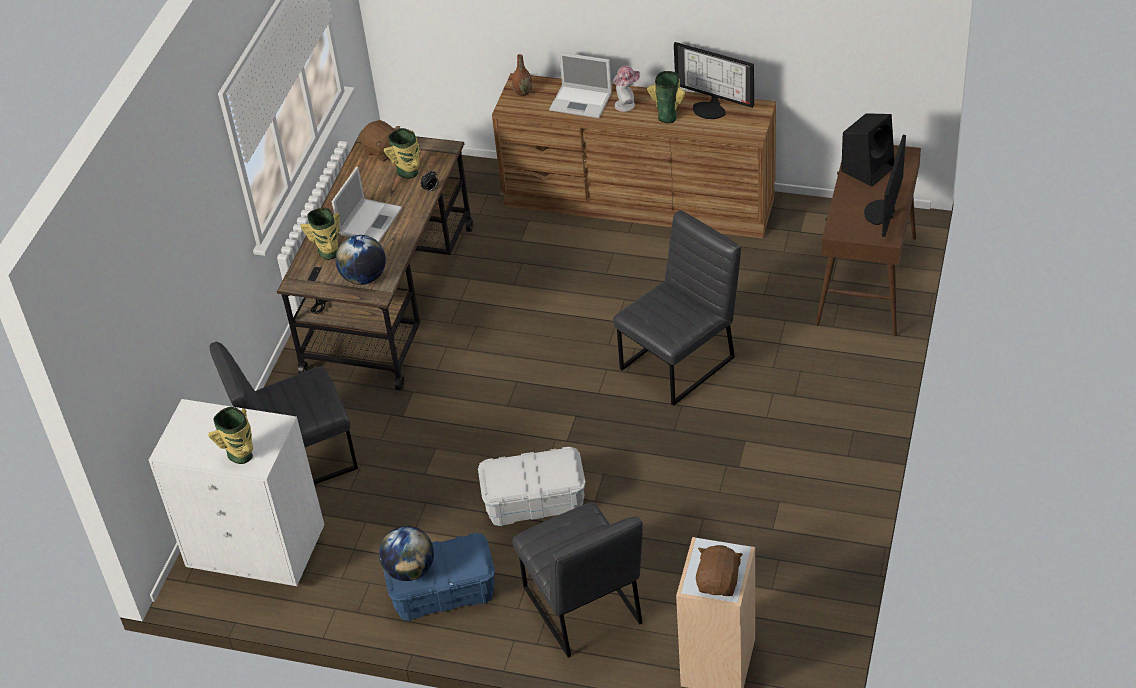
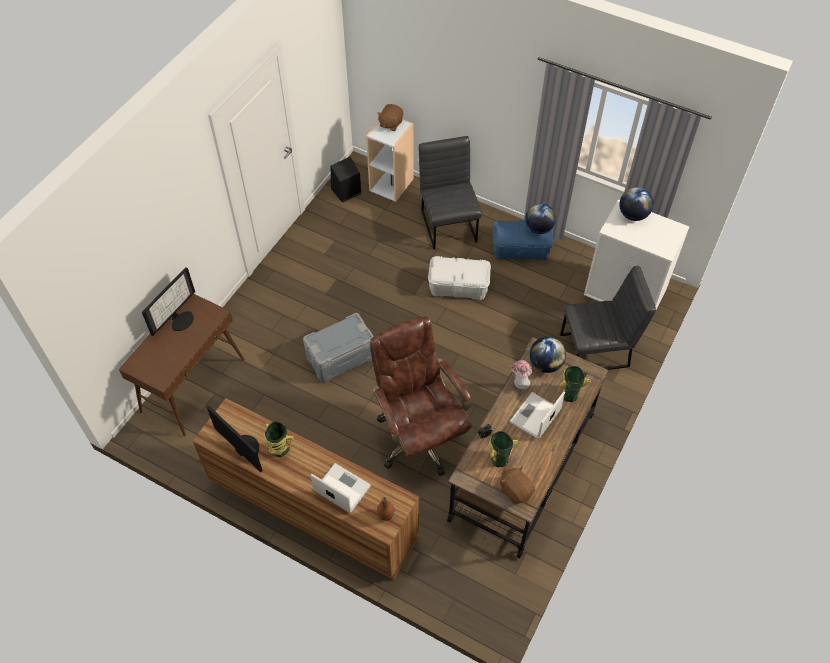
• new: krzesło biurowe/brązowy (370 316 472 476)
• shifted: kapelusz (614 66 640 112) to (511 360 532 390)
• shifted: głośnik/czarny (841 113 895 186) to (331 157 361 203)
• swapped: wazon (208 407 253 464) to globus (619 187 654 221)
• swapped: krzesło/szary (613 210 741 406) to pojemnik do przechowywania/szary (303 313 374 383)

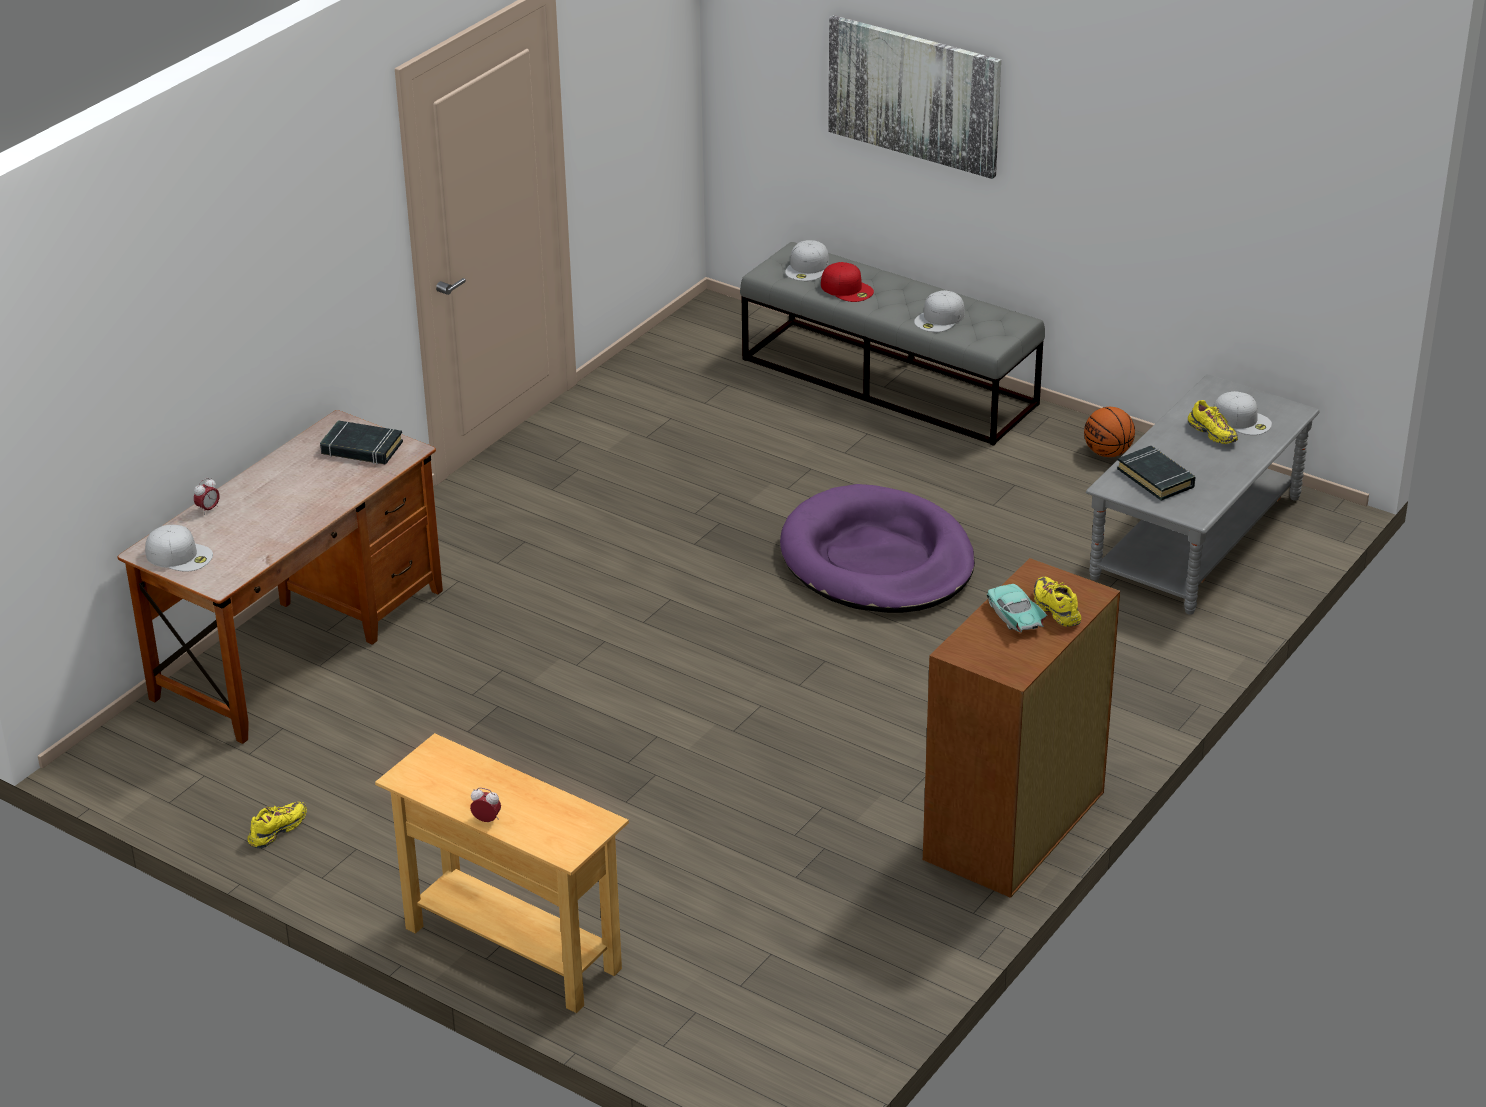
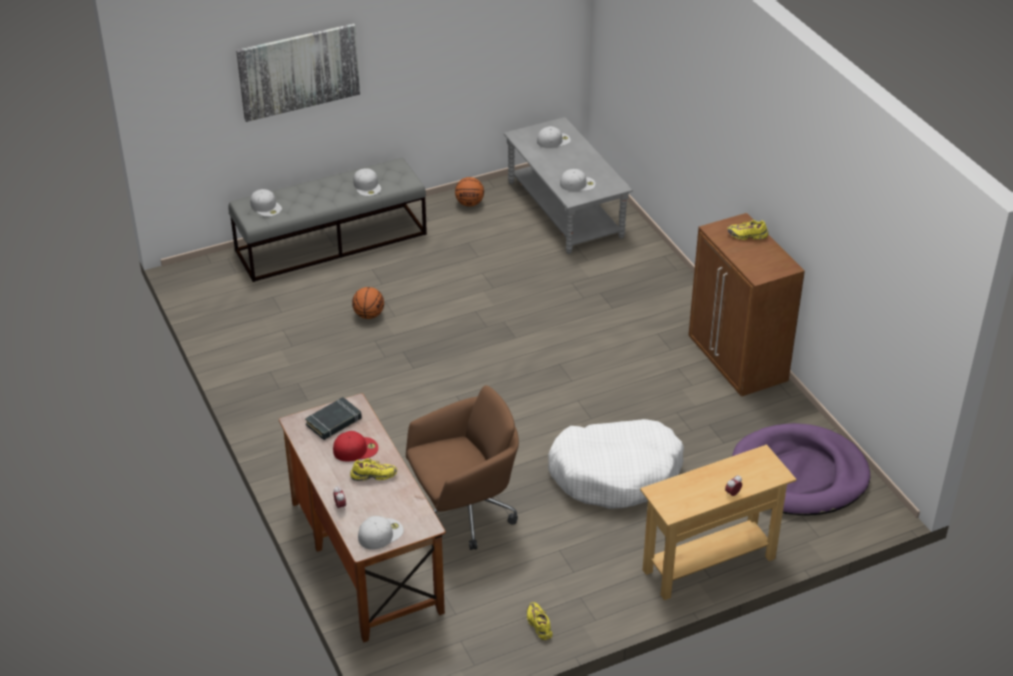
• gone: samochodzik/turkusowy (987 584 1048 632)
• new: piłka do koszykówki (352 287 384 319)
• new: krzesło biurowe/brązowy (406 385 519 550)
• new: legowisko/biały (548 419 684 509)
• shifted: legowisko/fioletowy (780 484 975 613) to (732 423 870 516)
• shifted: czapka z daszkiem/czerwony (821 262 874 302) to (333 431 378 462)
• shifted: but/żółty (1188 400 1238 444) to (350 458 397 481)
• swapped: książka/czarny (1117 446 1196 501) to czapka z daszkiem/biały (560 169 596 191)

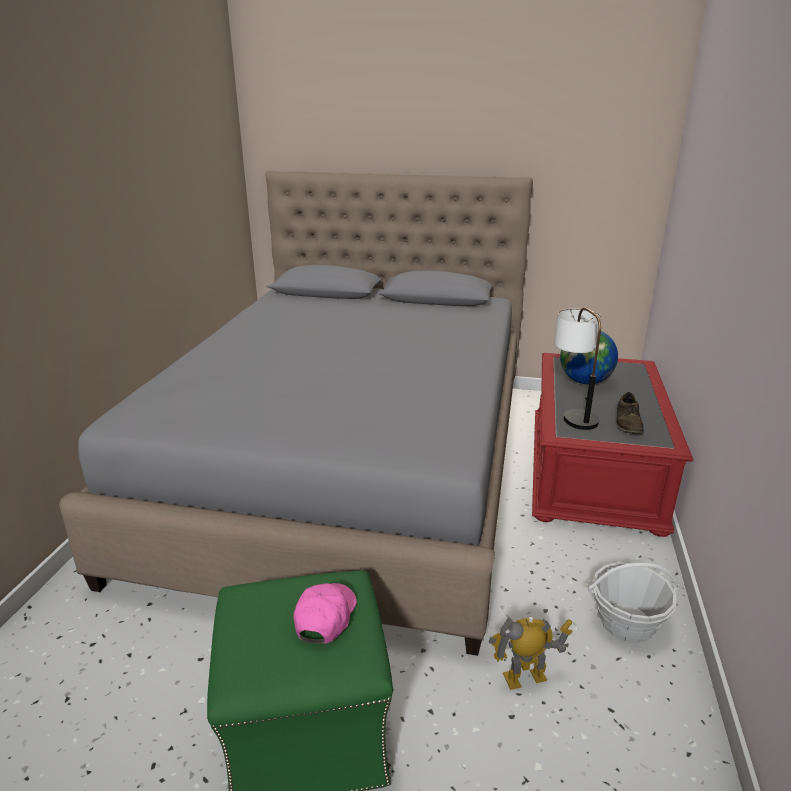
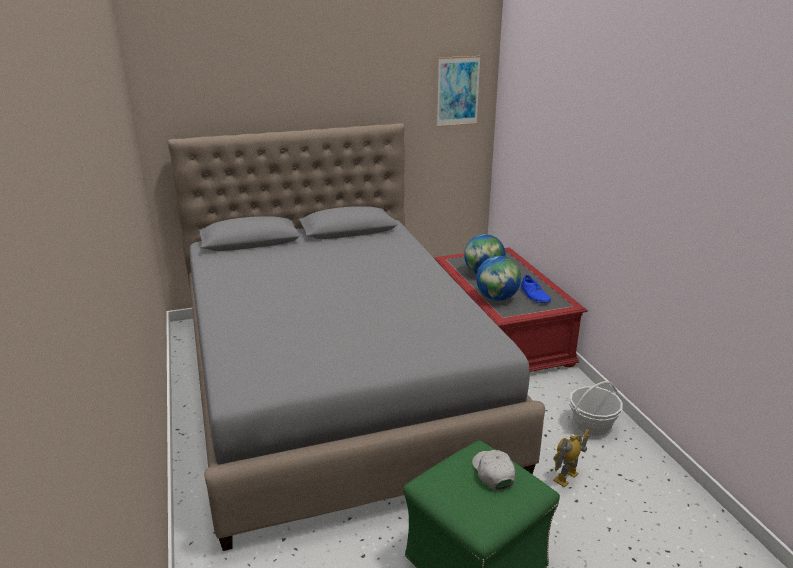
• new: obraz (437 56 481 127)
• swapped: lampa stołowa (554 307 602 430) to globus (476 256 521 301)
• repainted: czapka z daszkiem/różowy (293 583 357 644) to czapka z daszkiem/biały (472 450 515 490)
• repainted: but/brązowy (616 392 644 434) to but/niebieski (521 275 551 303)

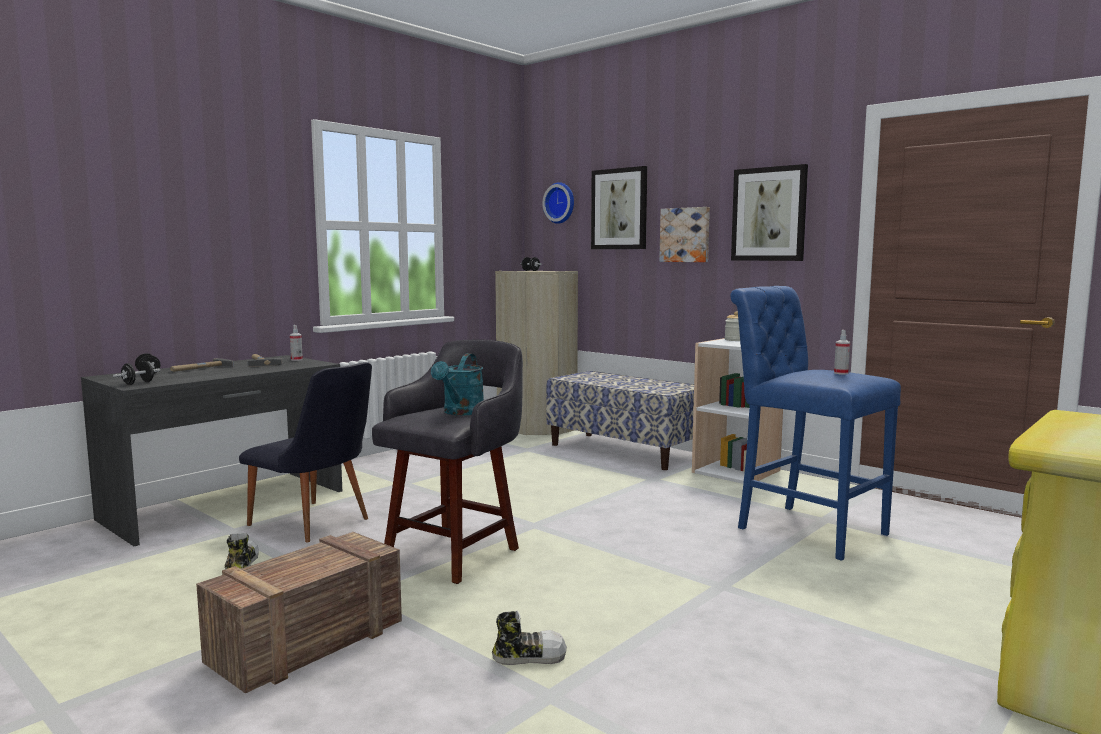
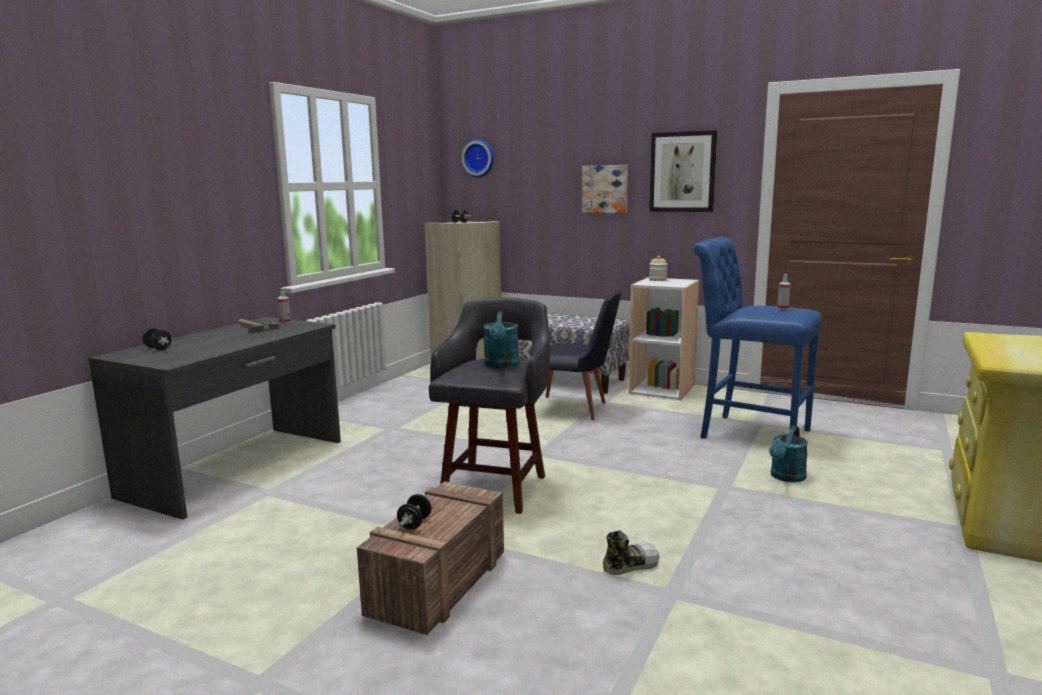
• gone: młotek (170 358 234 372)
• gone: but (225 533 259 569)
• gone: obraz (591 166 647 249)
• new: konewka/turkusowy (769 426 808 482)
• shifted: hantel/czarny (113 361 160 385) to (397 494 432 529)
• shifted: krzesło/czarny (239 362 372 543) to (534 289 622 420)

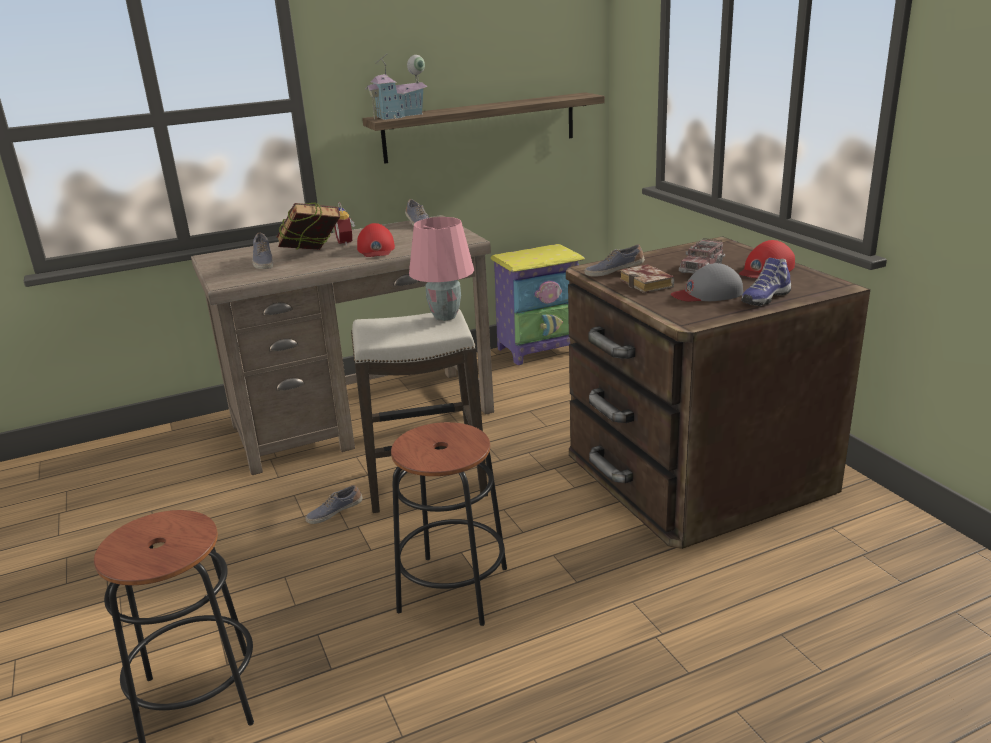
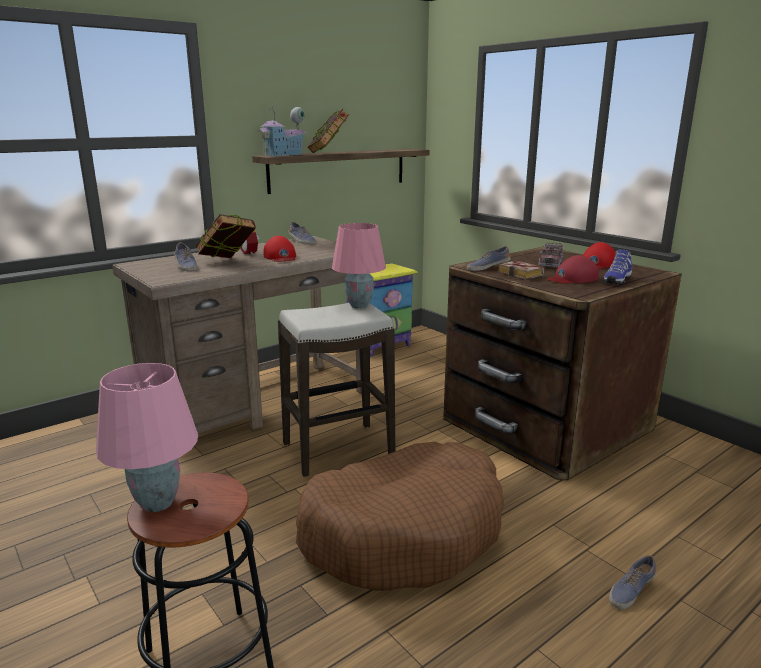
• new: lampa stołowa/różowy (96 363 198 512)
• new: książka (308 109 349 153)
• shifted: but (305 485 363 524) to (609 555 656 609)
• swapped: stołek/czarny (391 422 507 626) to legowisko/brązowy (296 442 504 591)
• repainted: czapka z daszkiem/szary (671 263 743 301) to czapka z daszkiem/czerwony (547 255 599 284)

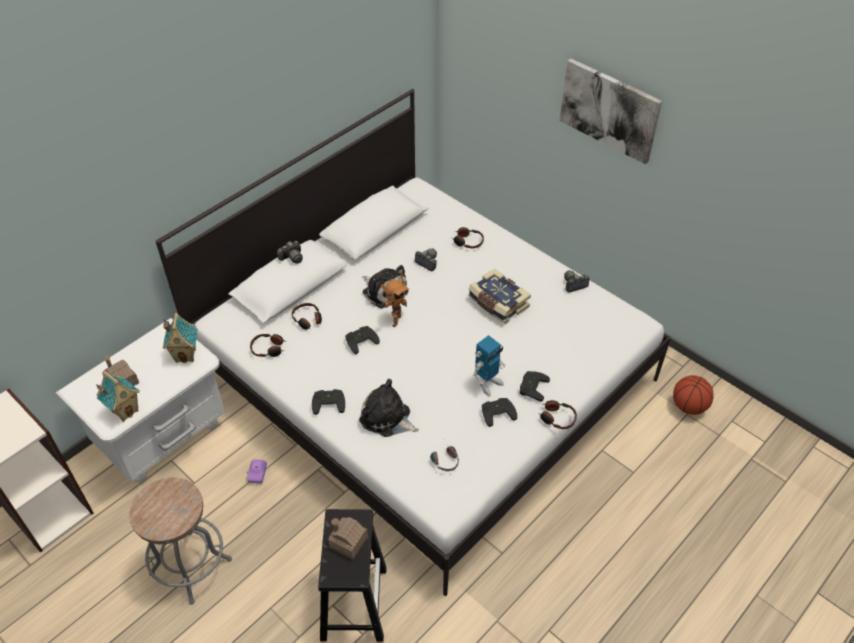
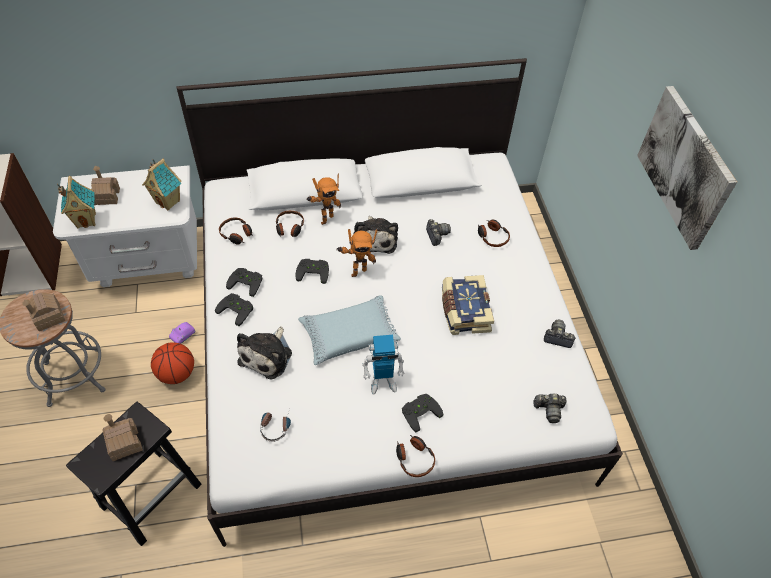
• new: domek (22 293 66 331)
• new: poduszka/niebieski (298 295 401 365)
• new: robot zabawkowy (306 174 341 225)
• shifted: aparat fotograficzny (277 241 303 264) to (533 394 567 423)
• shifted: pad do gier/czarny (482 398 517 427) to (226 268 262 297)
• shifted: piłka do koszykówki (673 375 714 415) to (151 342 194 384)
• rotated: pluszak (359 379 419 437) = (237 326 292 379) 135 degrees counterclockwise

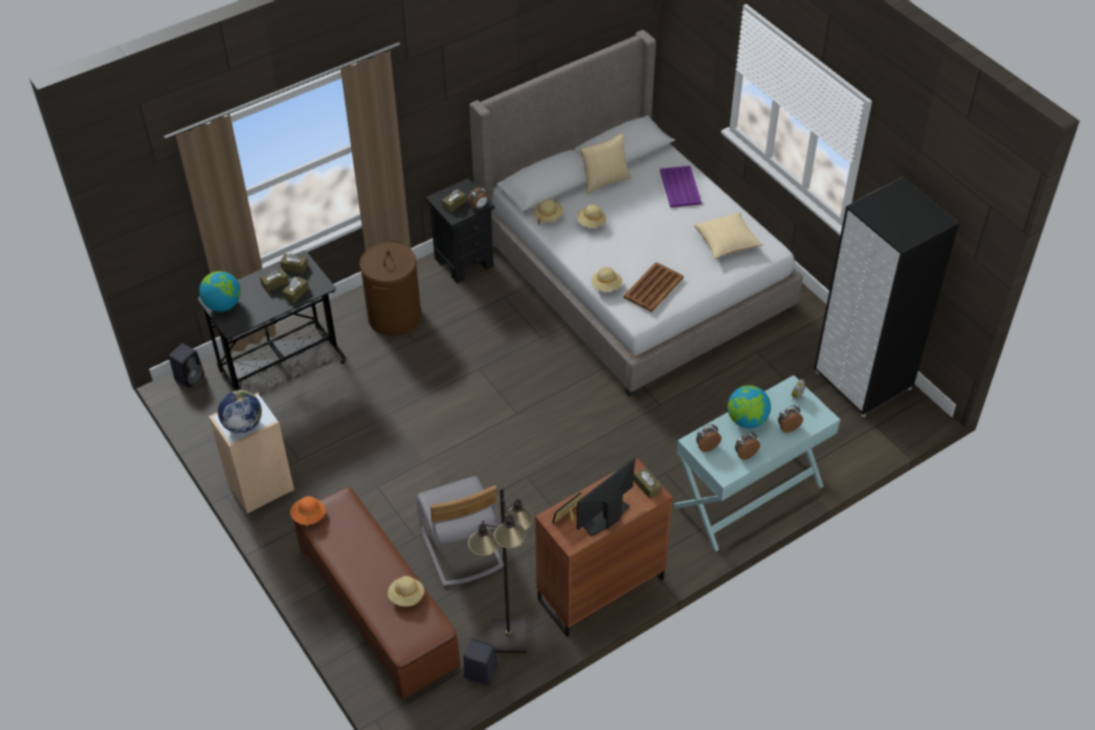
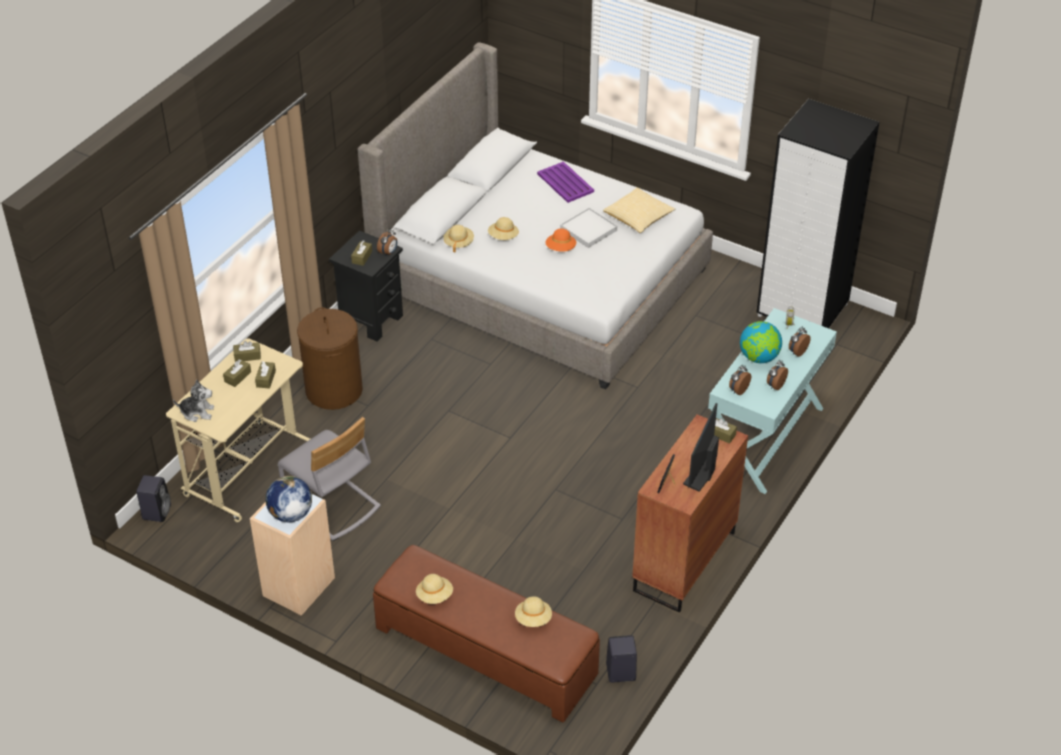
• gone: lampa stojąca/czarny (468 487 533 653)
• gone: poduszka (580 133 631 194)
• gone: taca/brązowy (624 262 684 312)
• new: taca/biały (560 207 617 248)
• shifted: kapelusz/pomarańczowy (290 496 326 525) to (546 228 576 252)
• shifted: krzesło/szary (416 476 504 587) to (278 417 381 541)
• shifted: kapelusz/beżowy (591 267 622 291) to (416 574 453 604)
• swapped: globus (199 271 241 312) to pluszak (173 380 214 422)
• repainted: biurko/czarny (198 251 346 391) to biurko/beżowy (166 338 310 522)

